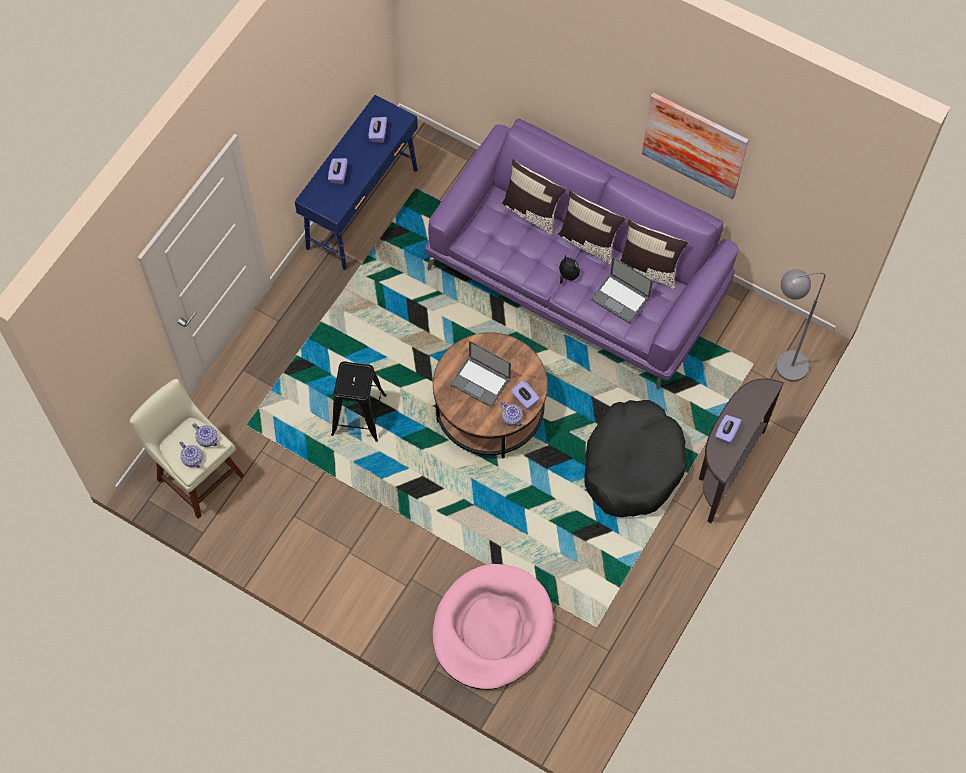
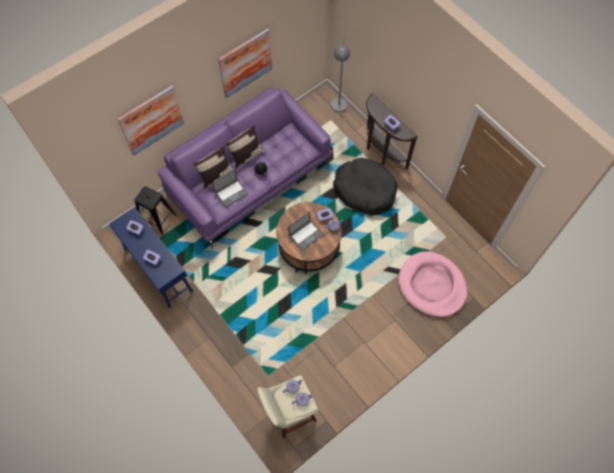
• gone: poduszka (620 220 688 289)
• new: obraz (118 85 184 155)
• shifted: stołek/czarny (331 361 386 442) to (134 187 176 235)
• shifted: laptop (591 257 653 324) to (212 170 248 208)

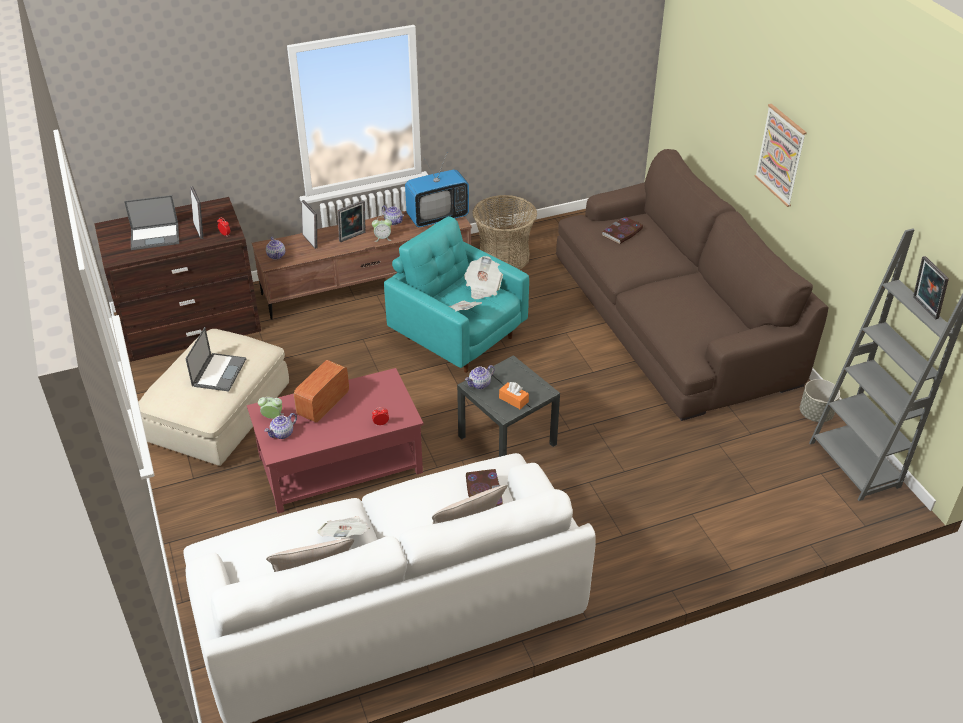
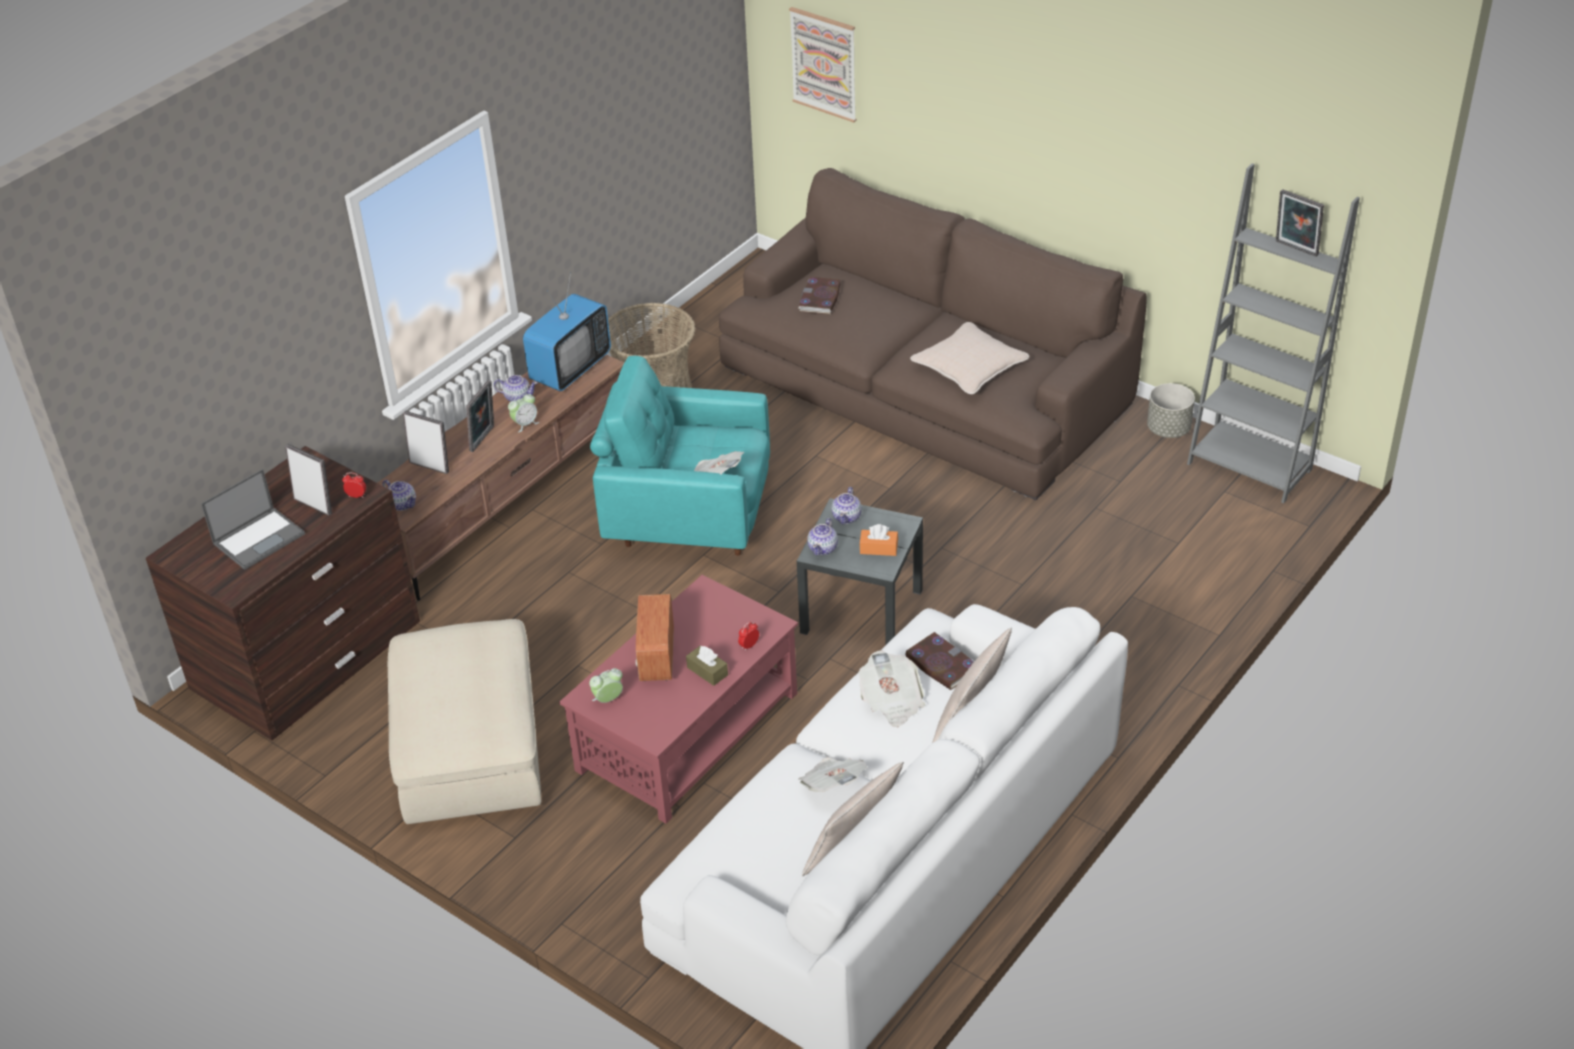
• gone: laptop (185 327 246 392)
• new: pudełko chusteczek/brązowy (686 645 728 686)
• new: poduszka/beżowy (910 322 1029 394)
• shifted: imbryk (264 413 297 439) to (832 487 862 524)
• shifted: gazeta (464 256 503 299) to (859 650 925 727)
• shifted: obraz (754 104 807 207) to (789 7 856 123)

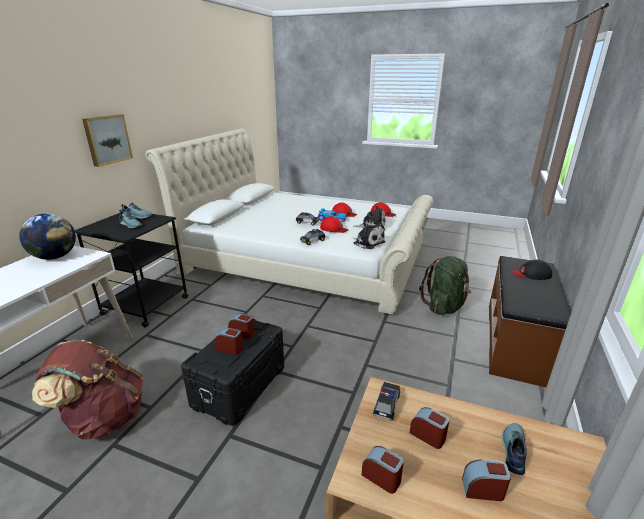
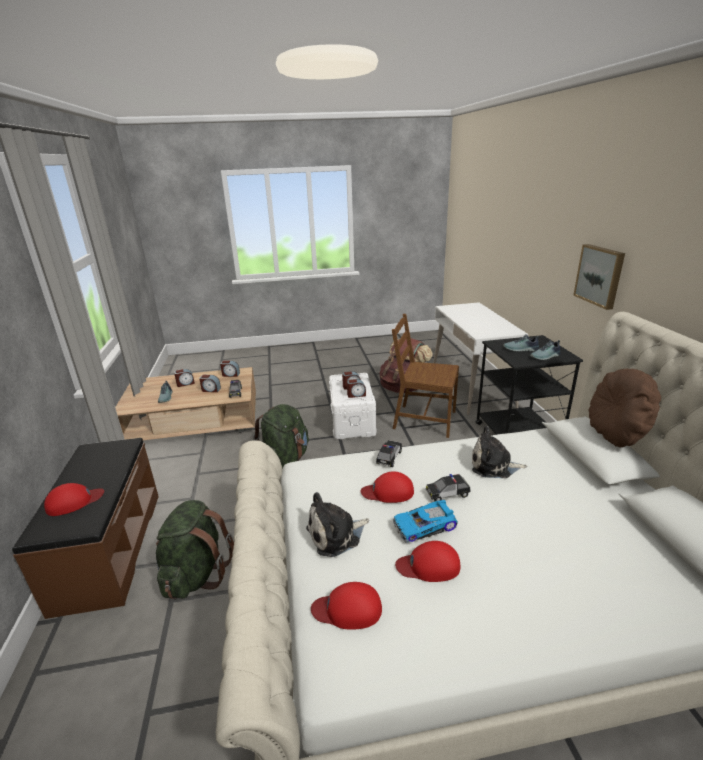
• gone: globus (19 213 76 260)
• new: plecak/zielony (253 404 309 469)
• new: krzesło/brązowy (392 314 459 438)
• new: poduszka/brązowy (588 369 661 447)
• shifted: pluszak (352 222 385 249) to (472 426 527 478)
• repainted: pojemnik do przechowywania/czarny (181 319 284 426) to pojemnik do przechowywania/biały (329 373 376 440)
• repainted: czapka z daszkiem/czarny (511 259 552 280) to czapka z daszkiem/czerwony (44 483 104 516)

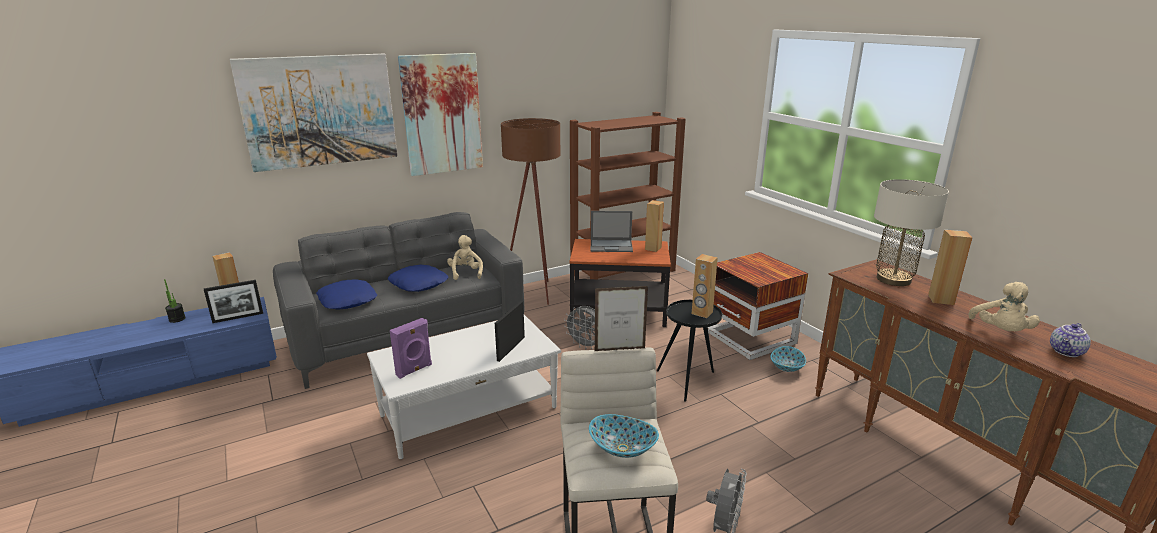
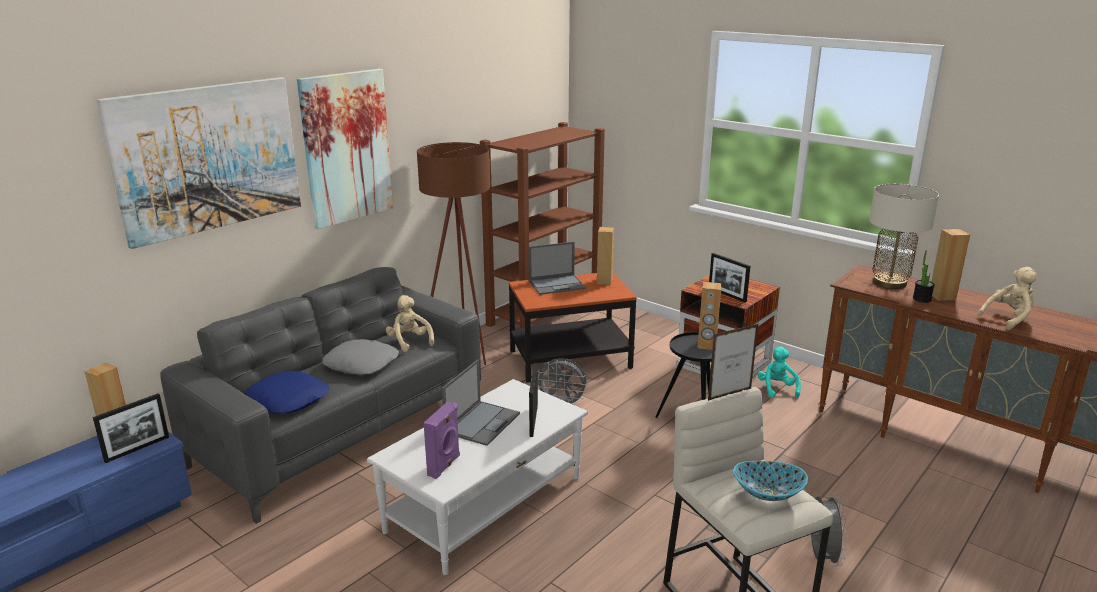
• gone: imbryk (1050 323 1091 357)
• new: laptop (442 360 520 446)
• new: ramka na zdjęcie (709 253 750 302)
• shifted: roślina doniczkowa (164 279 186 323) to (913 250 935 303)
• swapped: miska (771 346 806 372) to pluszak/turkusowy (758 346 801 398)
• repainted: poduszka/niebieski (388 265 448 292) to poduszka/szary (322 339 399 375)
• rotated: pluszak/beżowy (968 282 1040 331) = (978 267 1038 330) 105 degrees counterclockwise

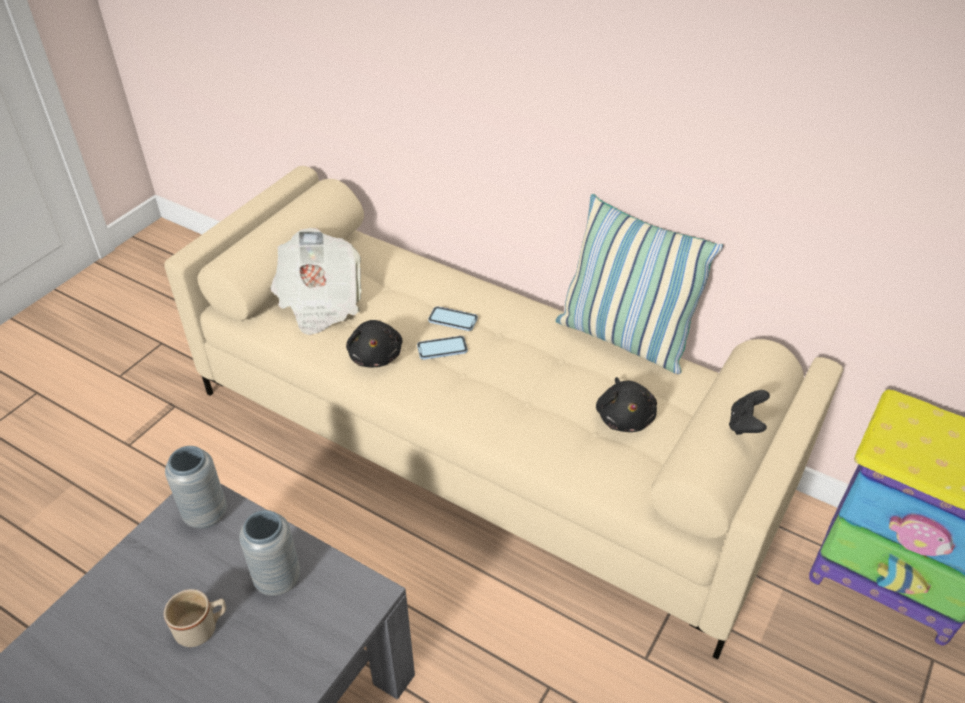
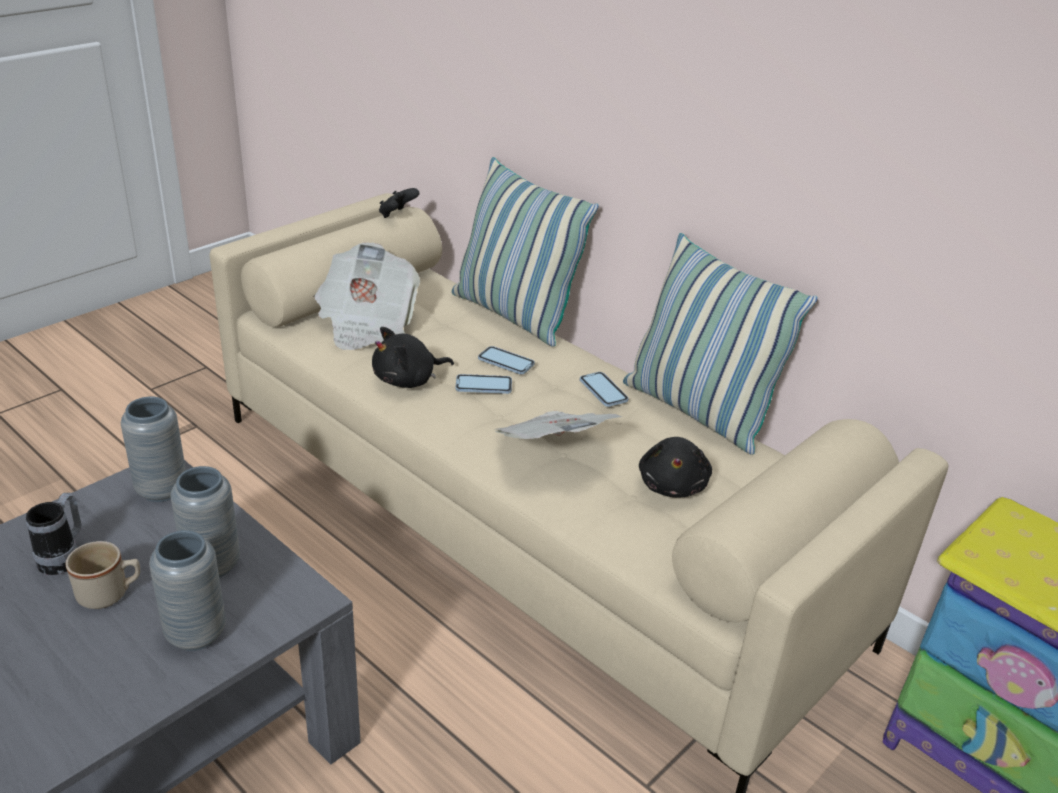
• new: kubek (26 493 81 575)
• new: wazon/szary (149 530 226 651)
• new: poduszka (452 157 599 347)
• new: gazeta (495 411 622 439)
• new: telefon (580 372 629 407)
• shifted: pad do gier/czarny (729 390 770 435) to (379 188 419 218)
• rotated: pluszak/czarny (346 320 402 367) = (372 327 454 388) 60 degrees clockwise

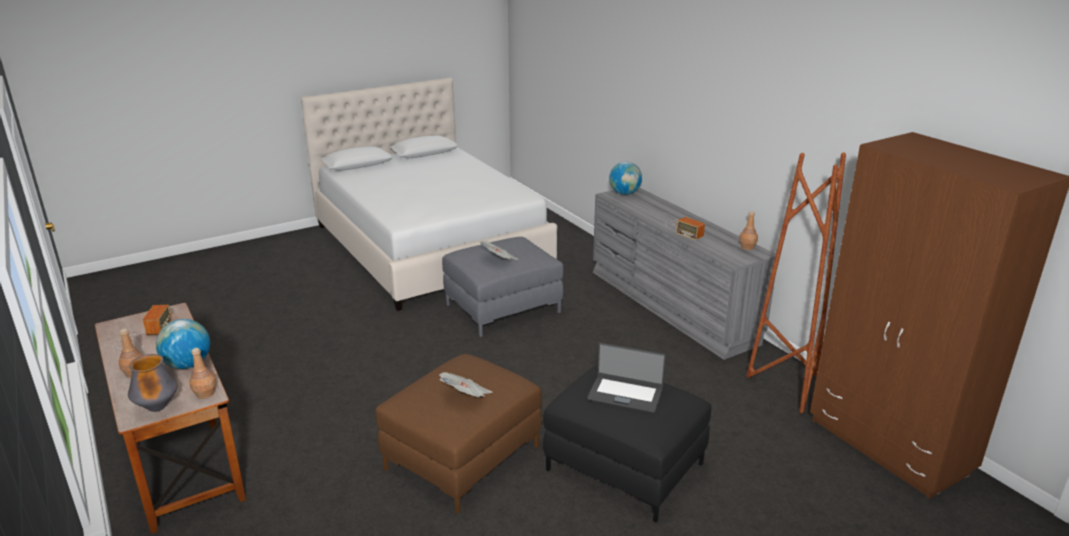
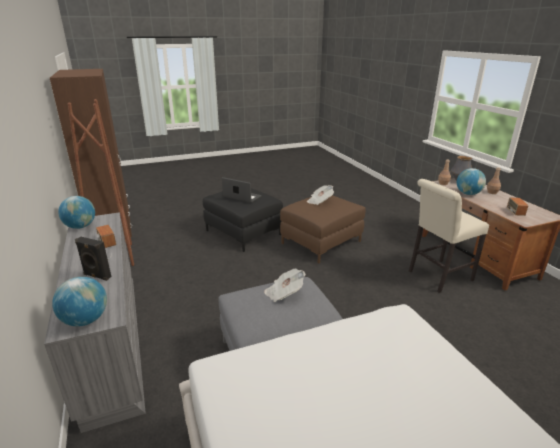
• new: głośnik/czarny (75 237 111 281)
• new: stołek/beżowy (409 179 489 293)
• swapped: butelka/brązowy (739 211 758 250) to globus (58 196 95 229)

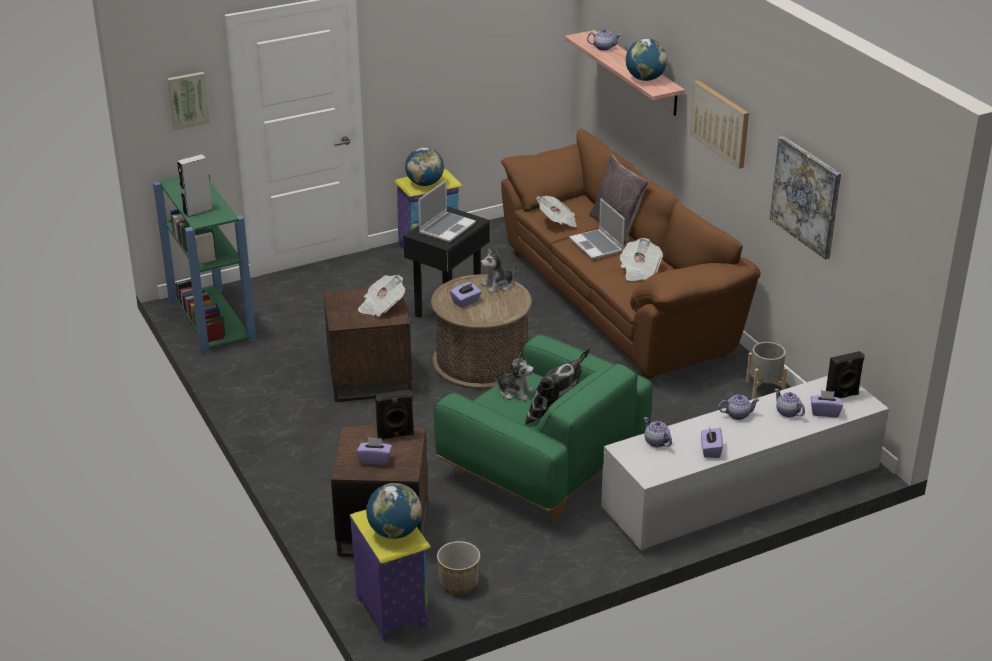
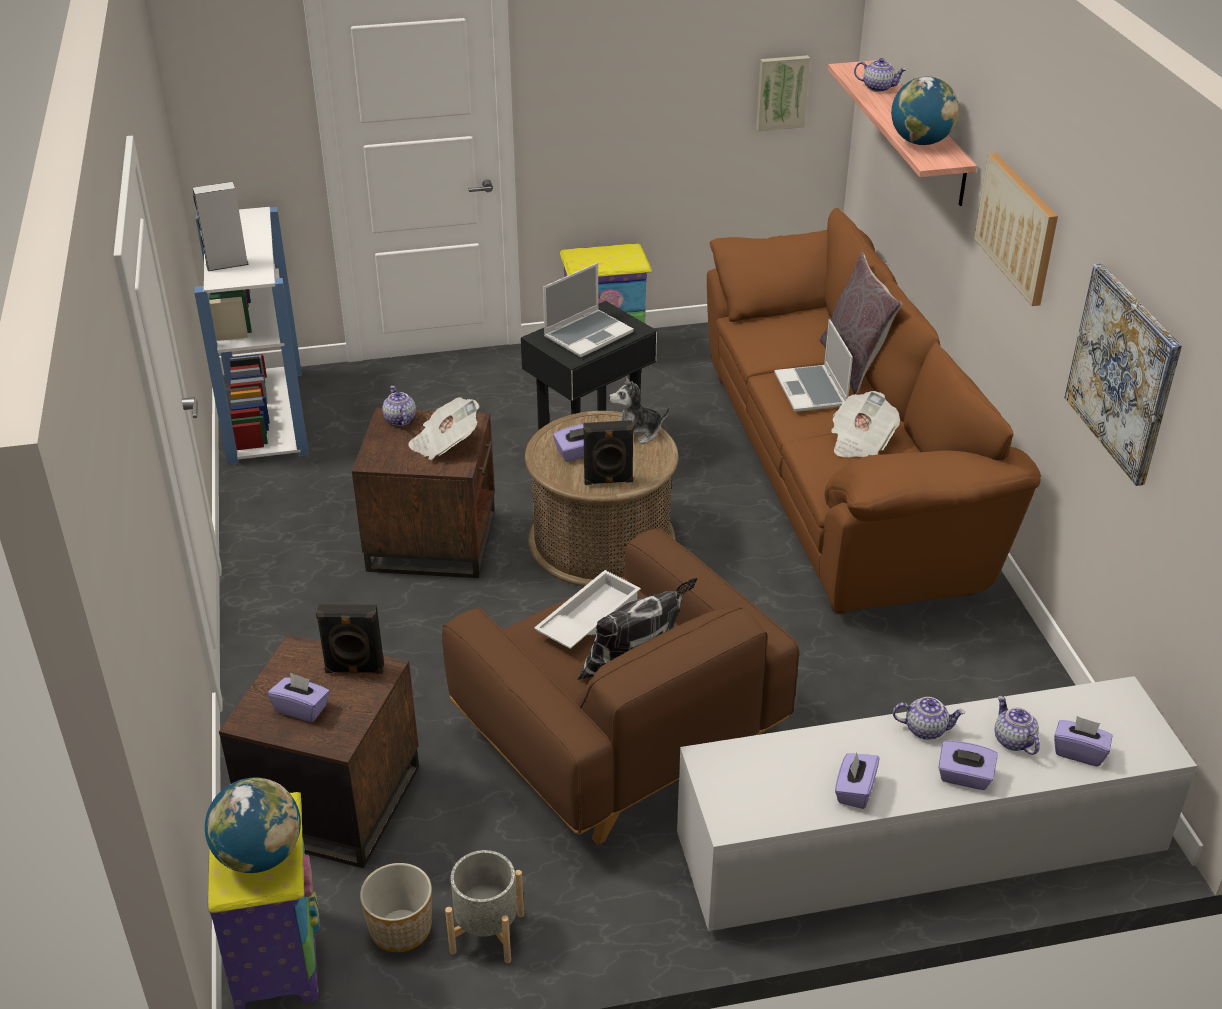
• gone: globus (405 147 444 186)
• gone: gazeta (537 196 577 227)
• new: pudełko chusteczek/fioletowy (938 741 998 790)
• shifted: obraz (167 72 210 130) to (756 55 810 131)
• shifted: imbryk (644 417 672 447) to (382 386 416 426)
• shifted: donica/szary (746 342 788 399) to (445 850 524 963)
• shifted: głośnik/czarny (826 351 865 398) to (584 420 634 485)
• swapped: pluszak (492 353 534 401) to taca/biały (534 570 641 649)
• repainted: regał/zielony (153 172 256 354) to regał/biały (194 207 309 465)
• repainted: fotel/zielony (434 334 652 522) to fotel/brązowy (442 527 799 845)

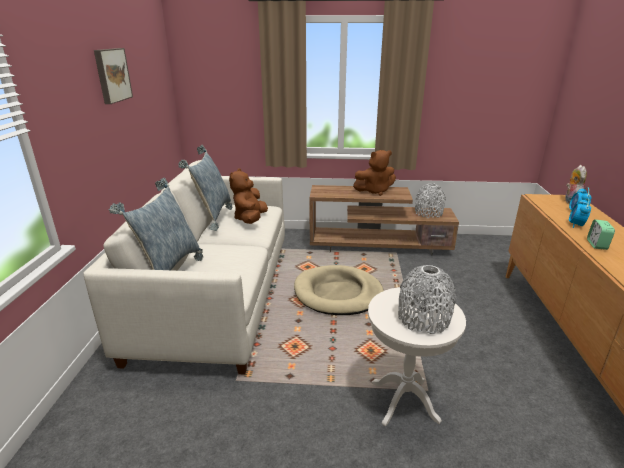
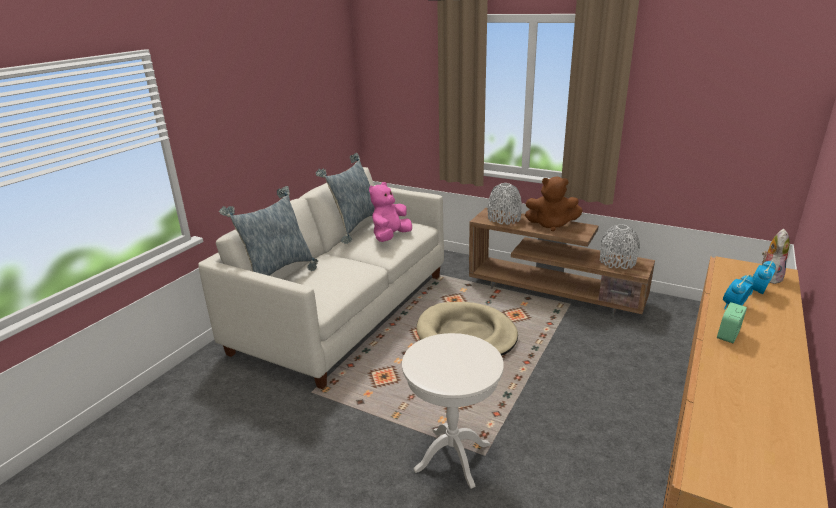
• gone: obraz (94 48 133 104)
• shifted: wazon/szary (398 265 456 334) to (488 183 522 225)
• repainted: pluszak/brązowy (229 168 268 224) to pluszak/różowy (369 182 412 242)

